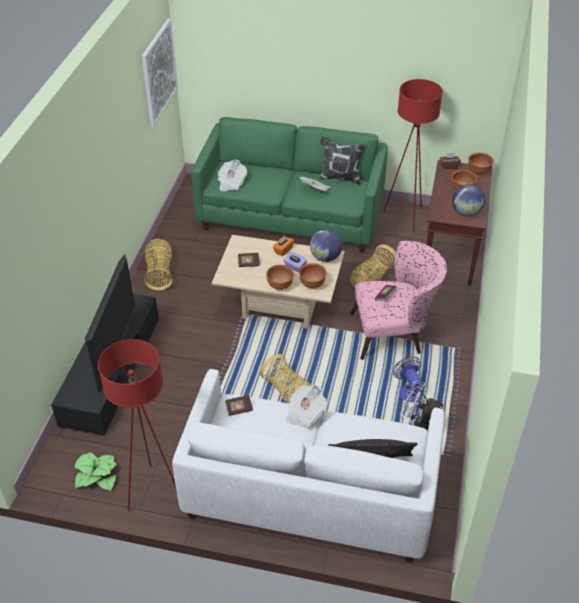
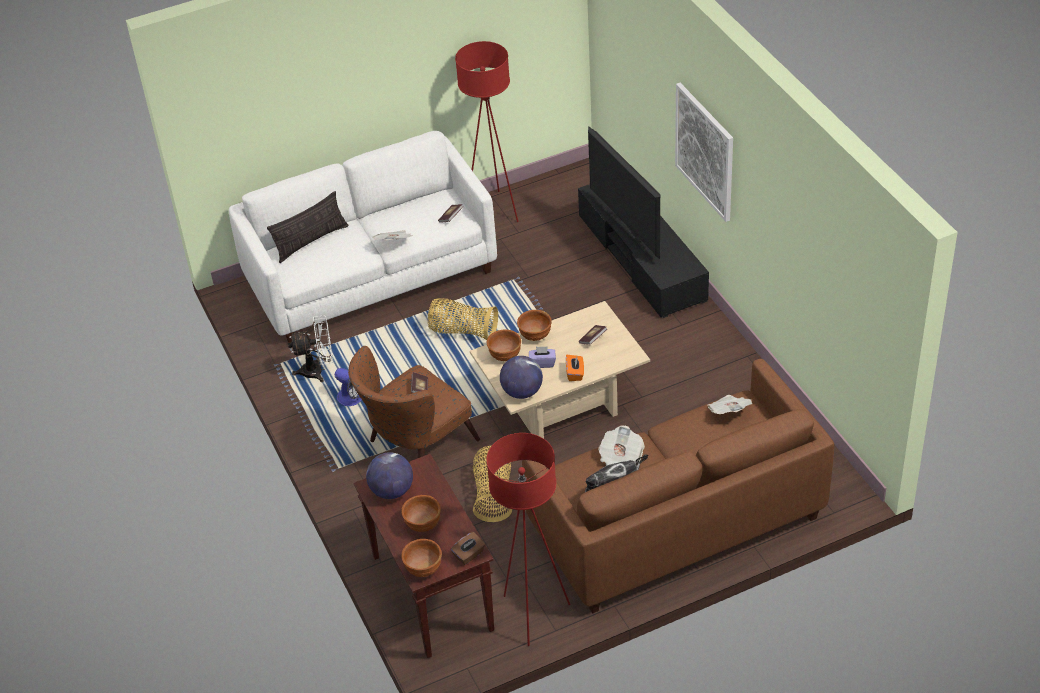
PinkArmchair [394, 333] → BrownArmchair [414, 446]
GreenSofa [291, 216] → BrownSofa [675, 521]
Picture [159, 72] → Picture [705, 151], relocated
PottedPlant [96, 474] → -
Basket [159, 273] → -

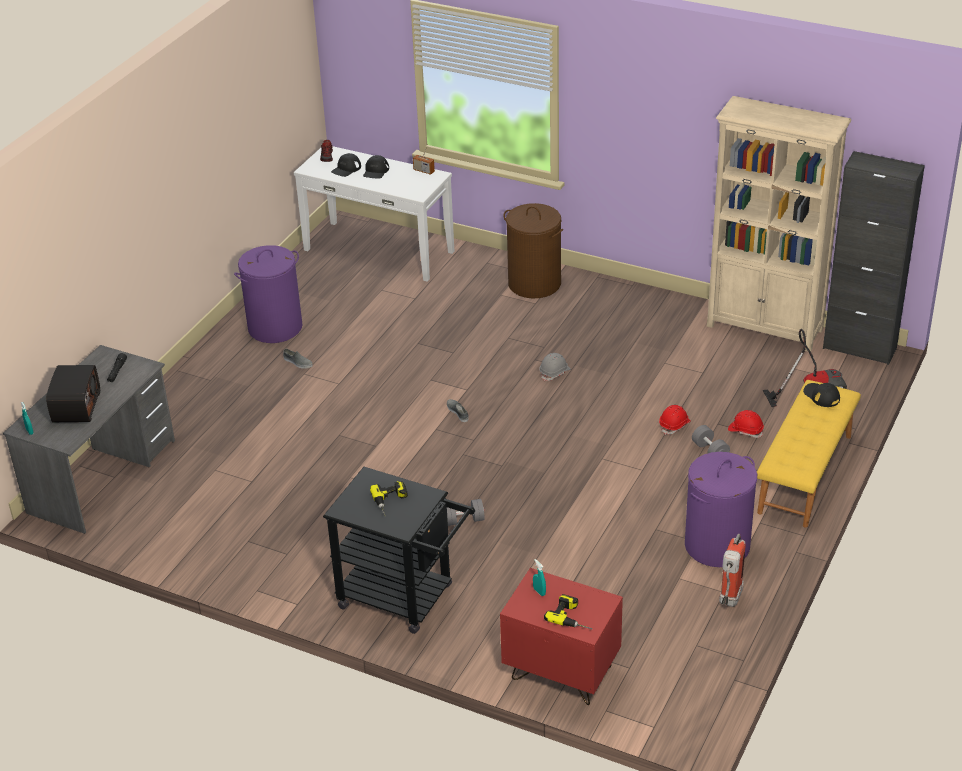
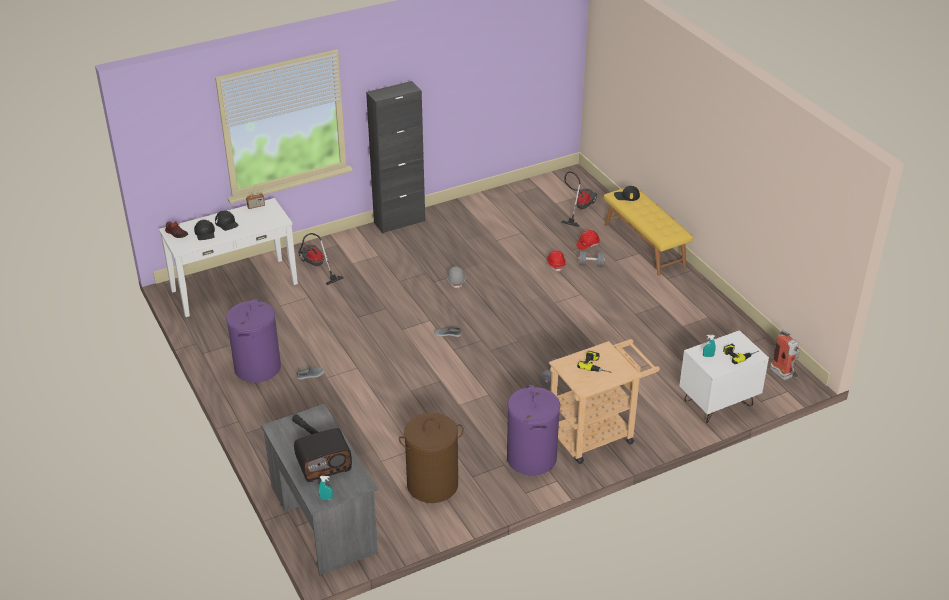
Radio [75, 407] → Radio [324, 465], 120 degrees clockwise
- → VacuumCleaner [315, 266]
BlackCabinet [859, 348] → BlackCabinet [399, 222], relocated
BrownLaundryBasket [534, 284] → BrownLaundryBasket [432, 485], relocated
PurpleLaundryBasket [717, 545] → PurpleLaundryBasket [532, 458], relocated
BlackCart [404, 599] → BeigeCart [597, 433]
RedNightstand [561, 674] → WhiteNightstand [718, 404]
FireExtinguisher [729, 601] → FireExtinguisher [784, 376], relocated
BeigeBookcase [765, 328] → -

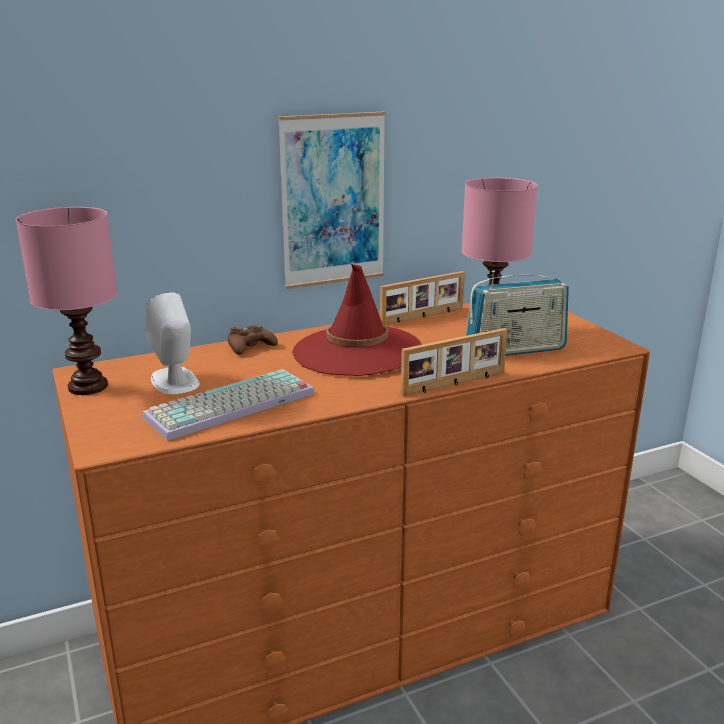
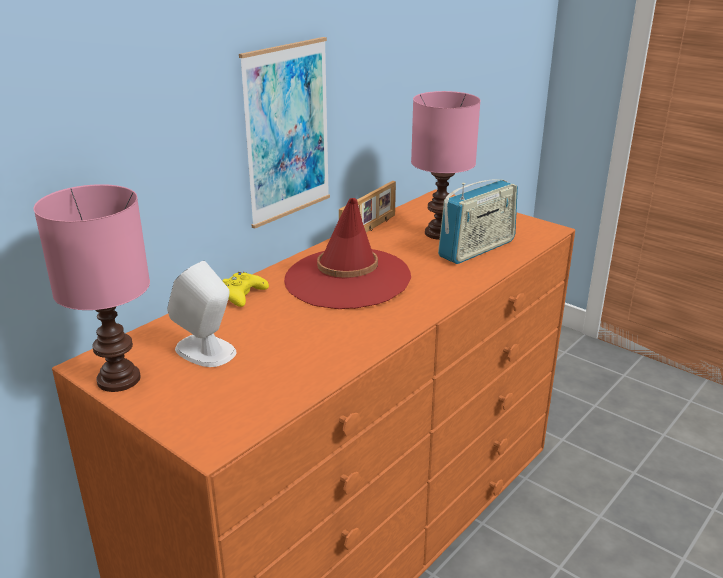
BrownGameController [250, 347] → YellowGameController [242, 295]
Keyboard [230, 407] → -
PictureFrame [455, 384] → -

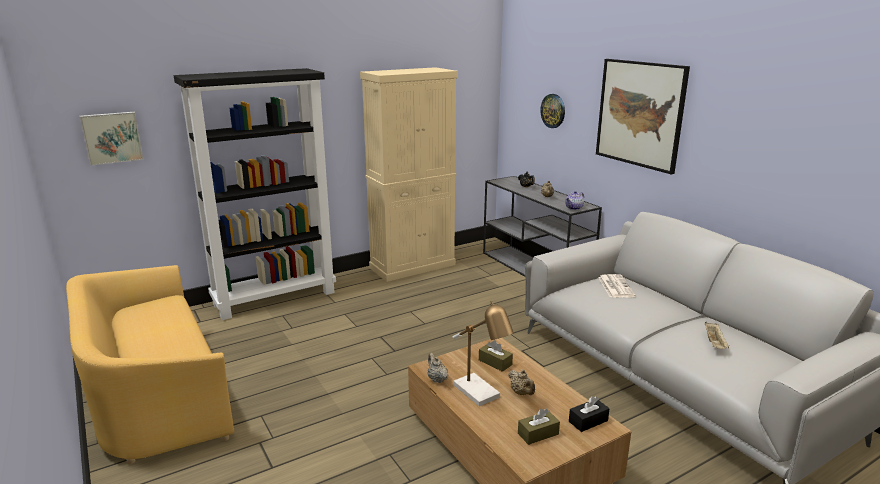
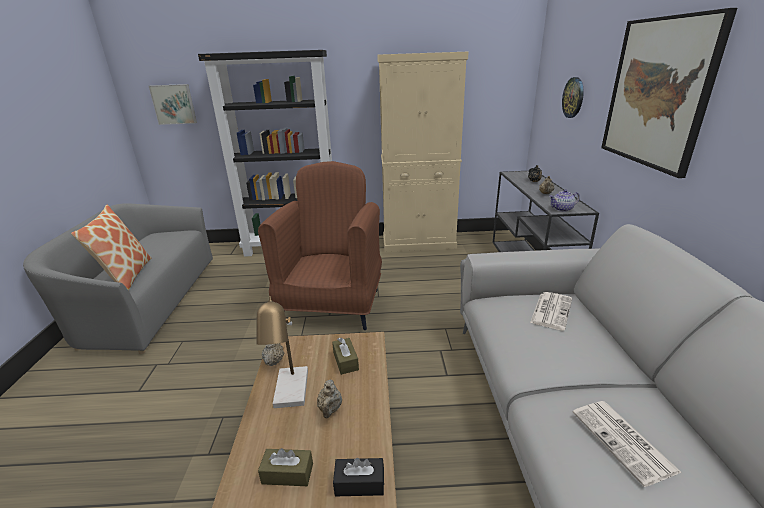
YellowSofa [155, 395] → GreySofa [146, 302]
- → Pillow [126, 276]
- → BrownArmchair [332, 305]
BeigeTray [714, 343] → Newspaper [624, 441]

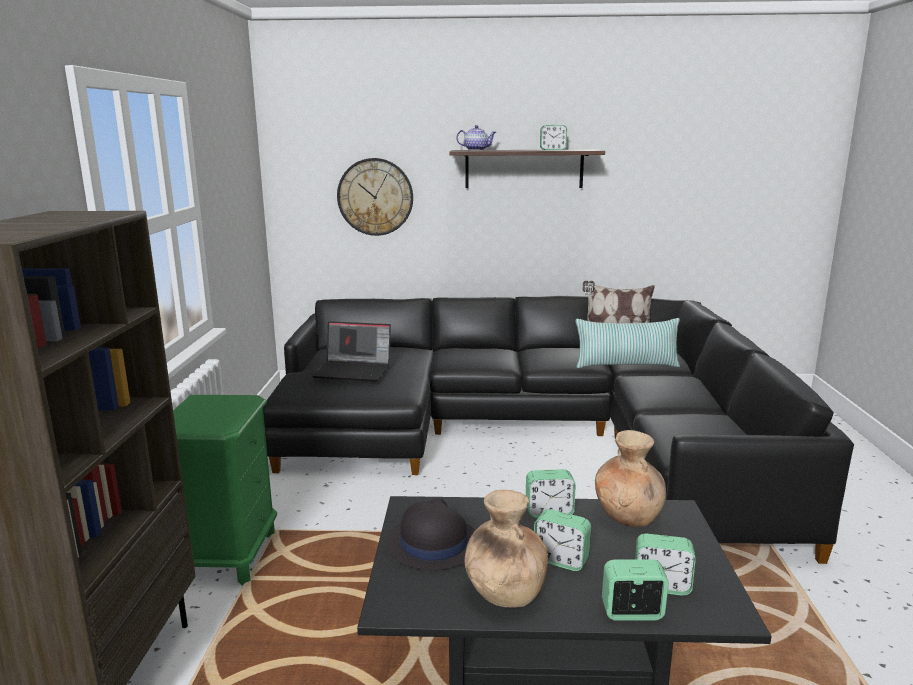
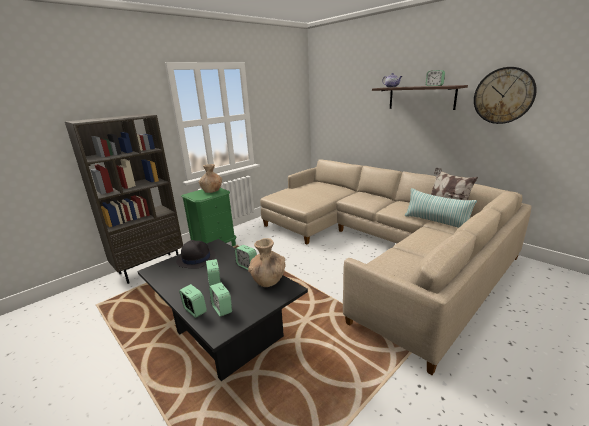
BrownVase [504, 591] → BrownVase [212, 191], relocated
BlackSofa [533, 438] → BeigeSofa [378, 247]
WallClock [375, 197] → WallClock [503, 96], relocated
Laptop [354, 371] → -

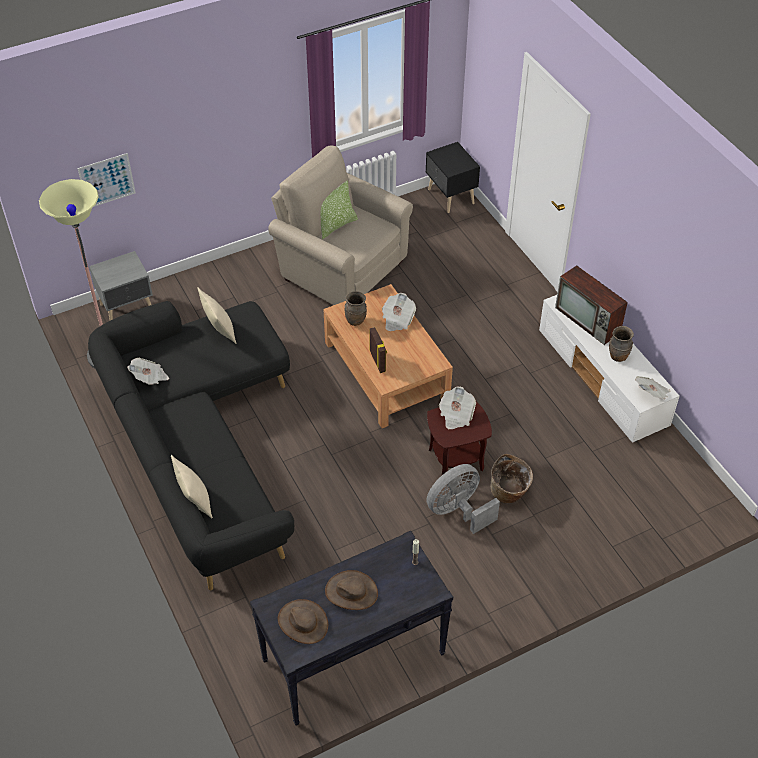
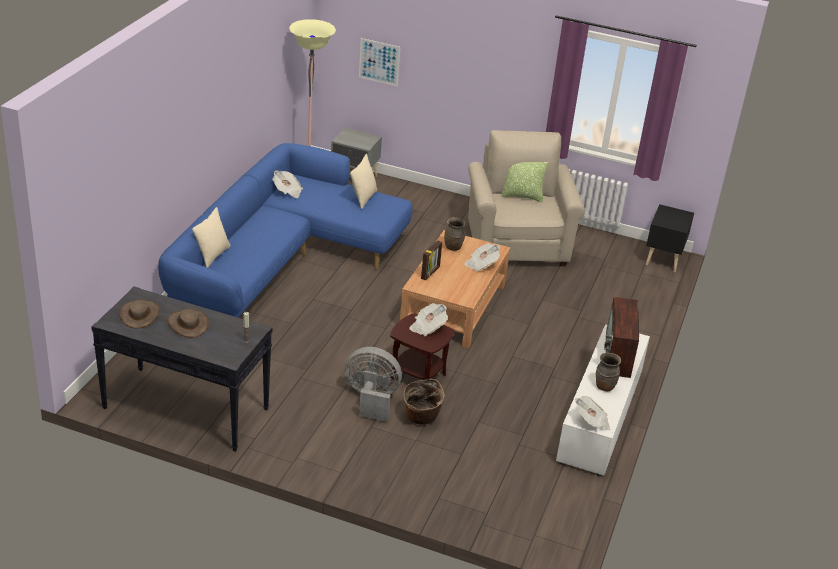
BlackSofa [201, 446] → BlueSofa [282, 260]

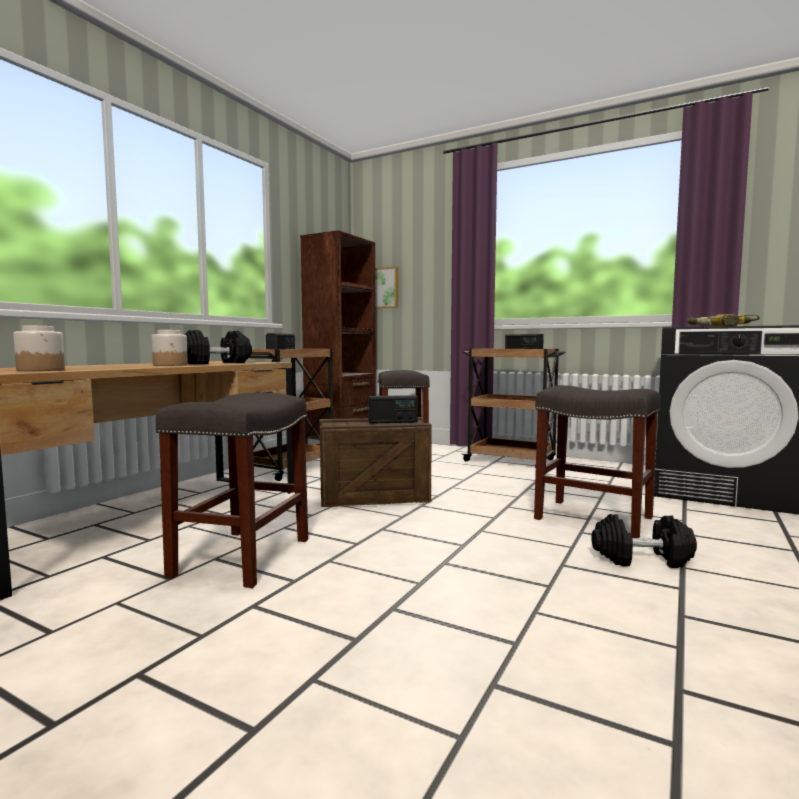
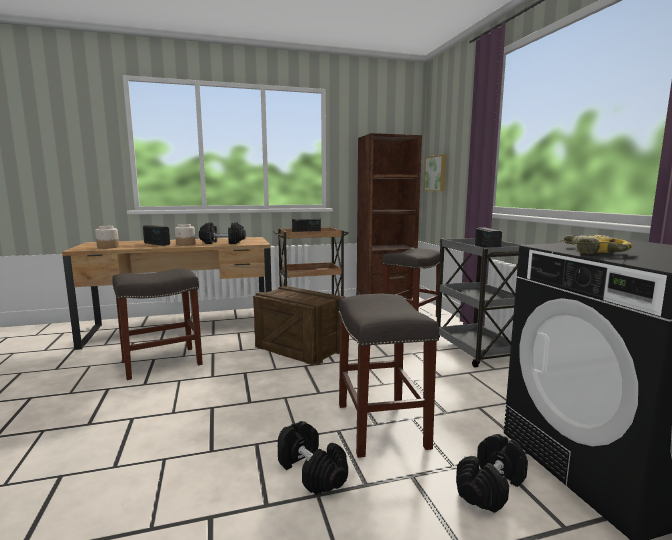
Radio [393, 422] → Radio [156, 244], relocated
BrownCart [511, 461] → GreyCart [475, 351]
- → BlackDumbbell [490, 486]

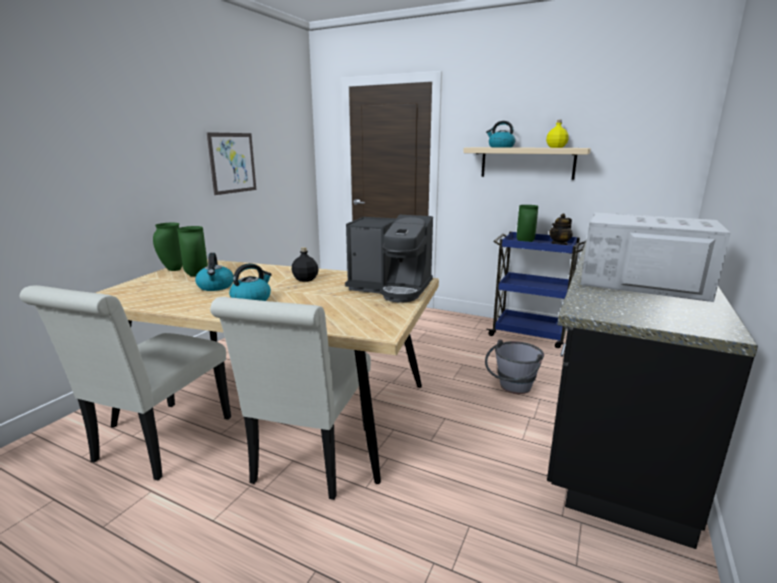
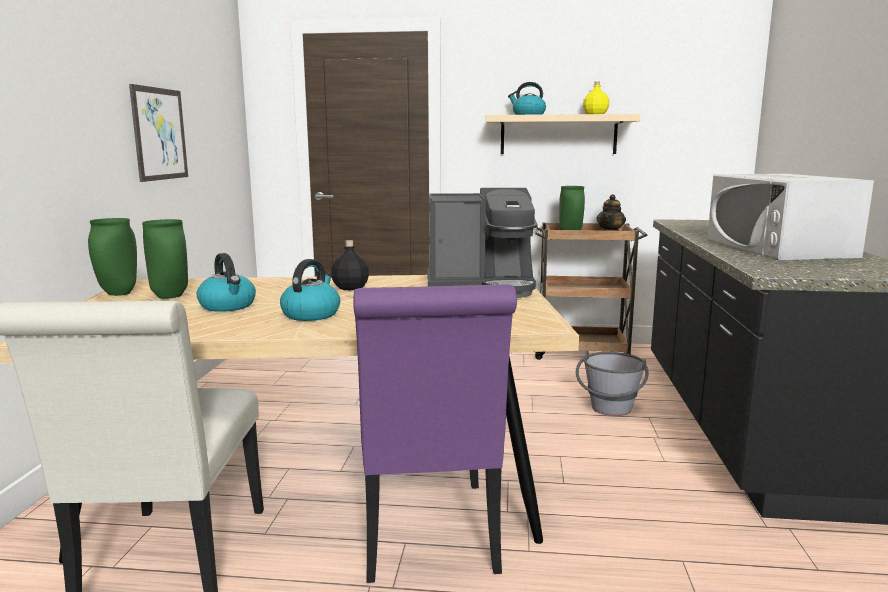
WhiteChair [310, 460] → PurpleChair [429, 537]
BlueCart [530, 334] → BrownCart [582, 352]
WhiteMicrowave [642, 282] → WhiteMicrowave [778, 248], 105 degrees counterclockwise

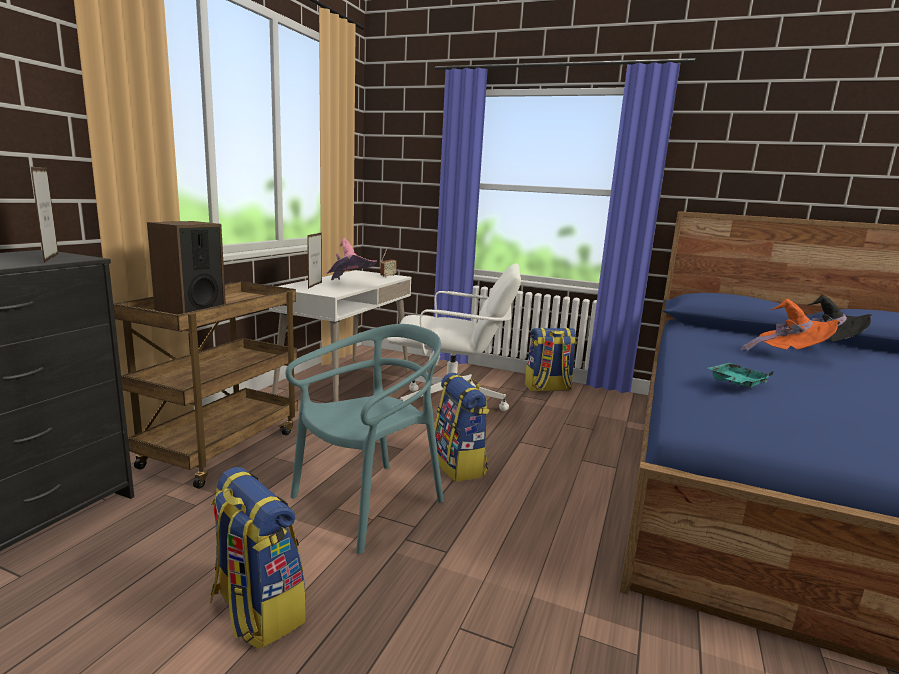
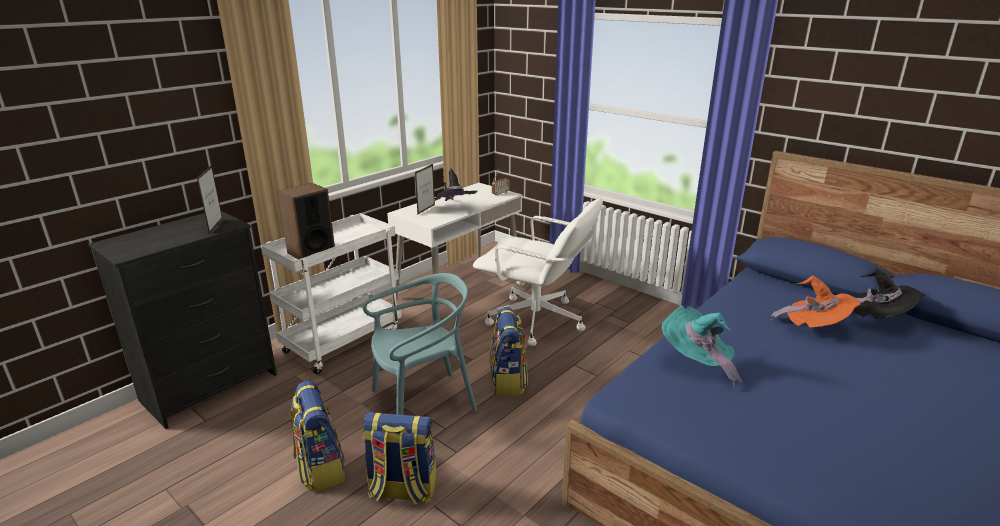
BrownCart [222, 447] → WhiteCart [343, 341]
Backpack [547, 388] → Backpack [402, 490], relocated
PinkHat [349, 285] → BlackHat [454, 209]
TurquoiseTray [736, 383] → TurquoiseHat [696, 362]

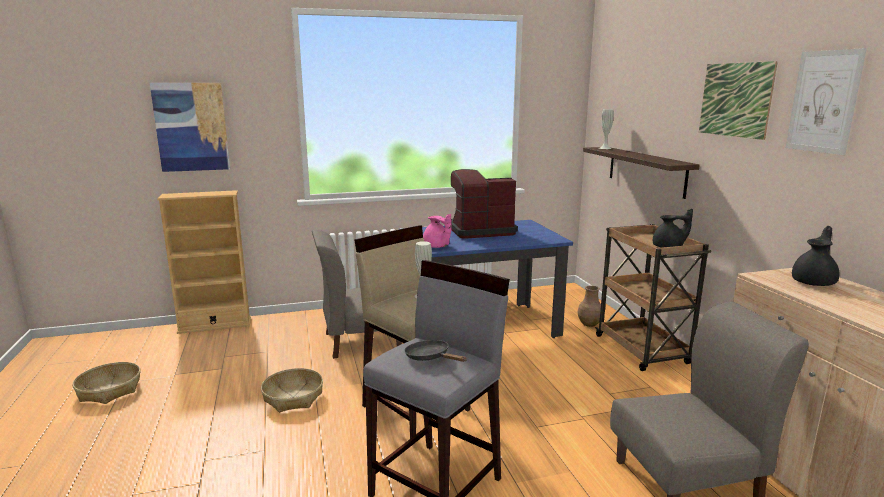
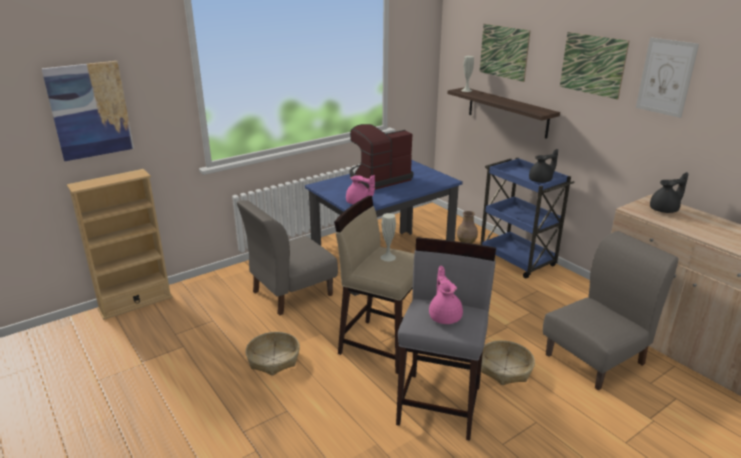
BlackFryingPan [430, 358] → PinkTeapot [445, 316]
- → Picture [504, 52]
BrownCart [642, 350] → BlueCart [517, 260]
Basket [109, 390] → Basket [505, 369], relocated
BlackTeapot [814, 282] → BlackTeapot [665, 210], 45 degrees clockwise

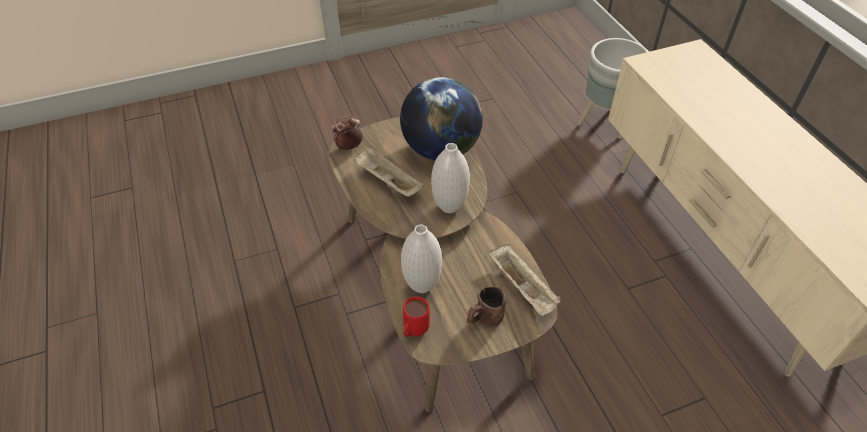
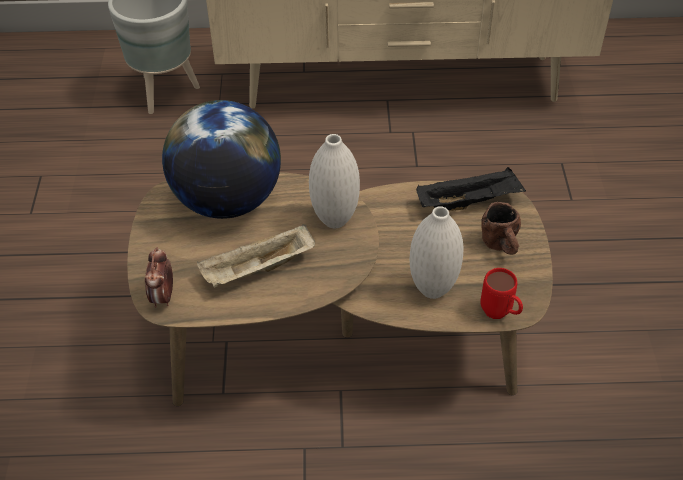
BeigeTray [523, 288] → BlackTray [469, 202]

